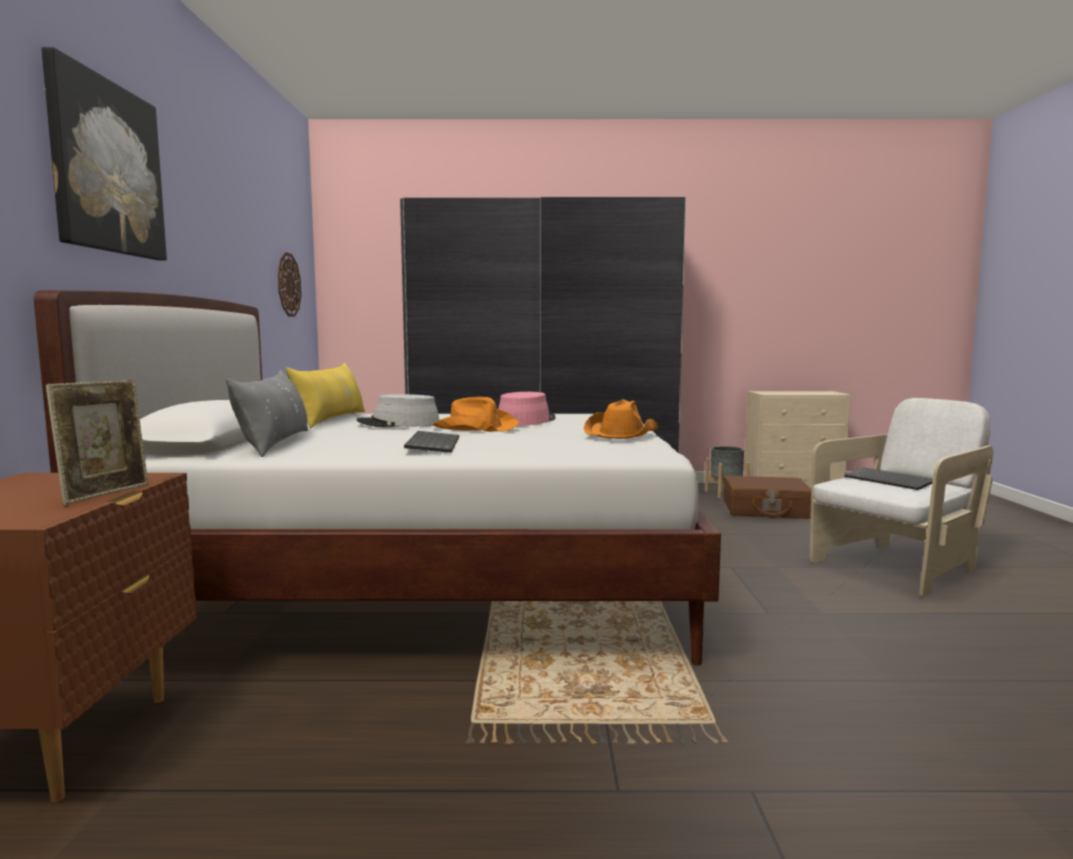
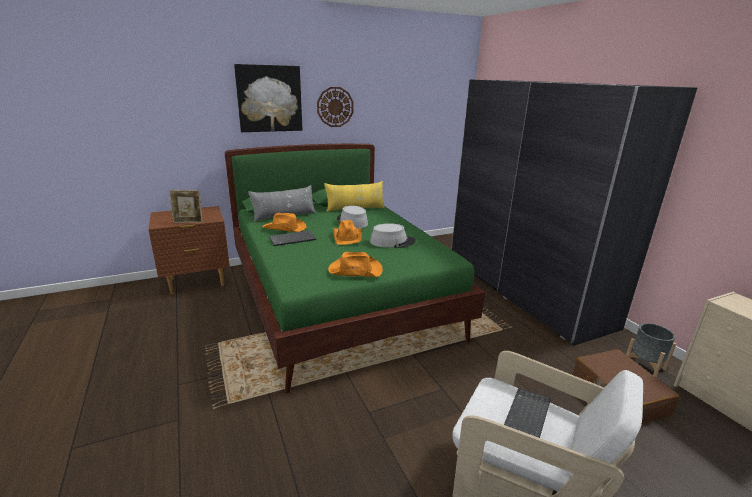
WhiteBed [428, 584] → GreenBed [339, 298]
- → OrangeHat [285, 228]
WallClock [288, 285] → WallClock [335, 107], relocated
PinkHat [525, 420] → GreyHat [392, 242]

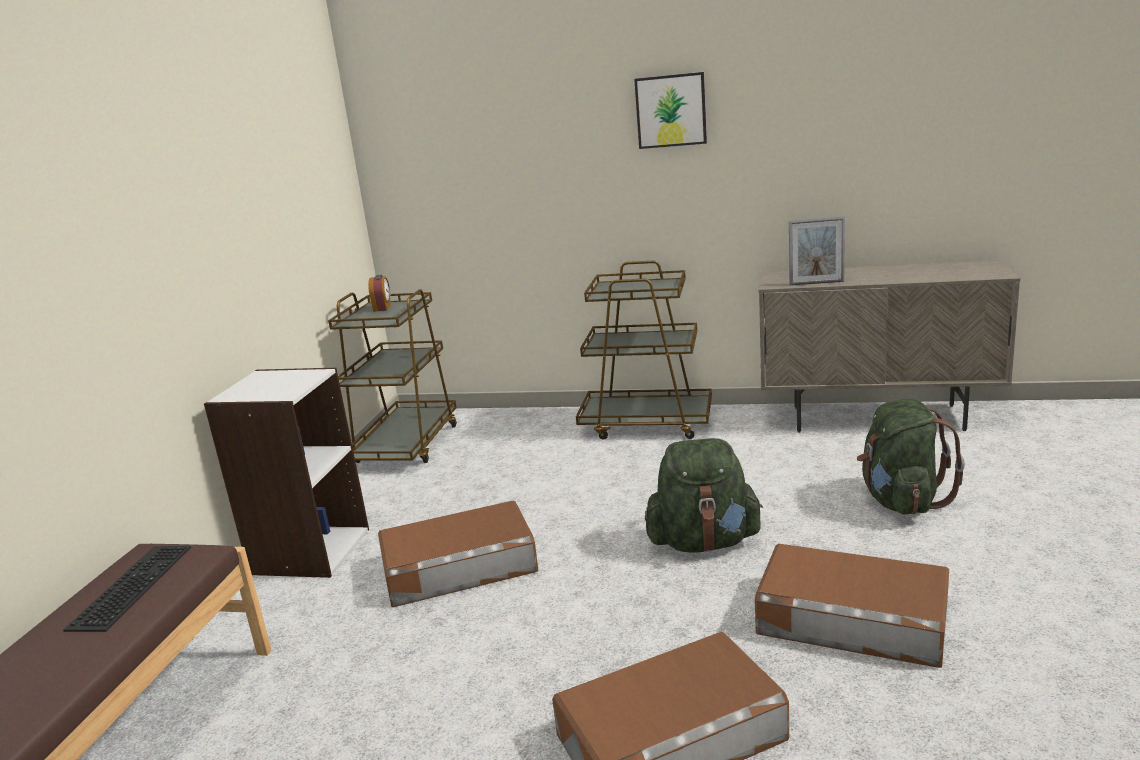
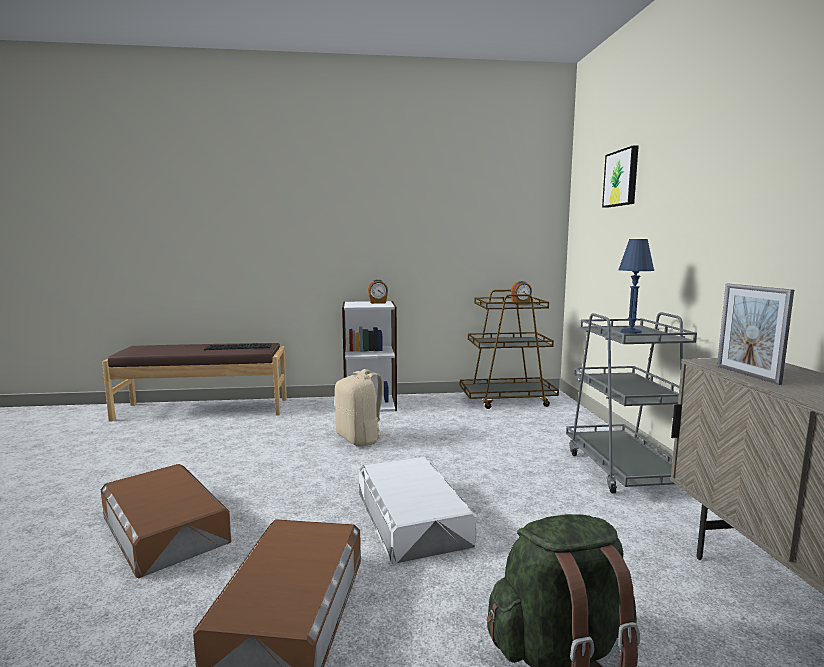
BrownStorageBox [459, 566] → BeigeBackpack [360, 439]
GreenBackpack [704, 542] → WhiteStorageBox [412, 518]
- → AlarmClock [378, 303]
BrownCart [647, 424] → GreyCart [623, 469]
Picture [671, 110] → Picture [622, 178], relocated
- → BlueTableLamp [631, 333]

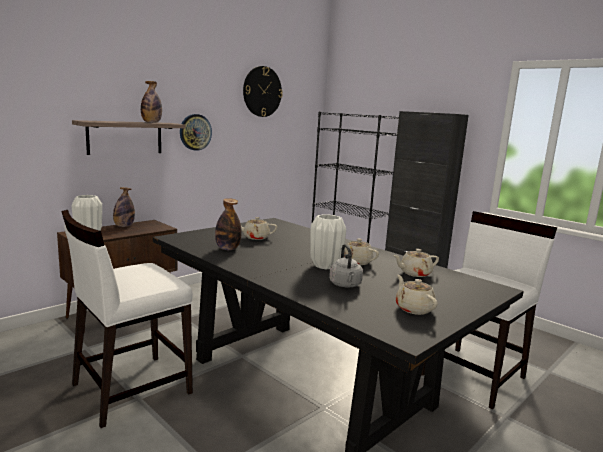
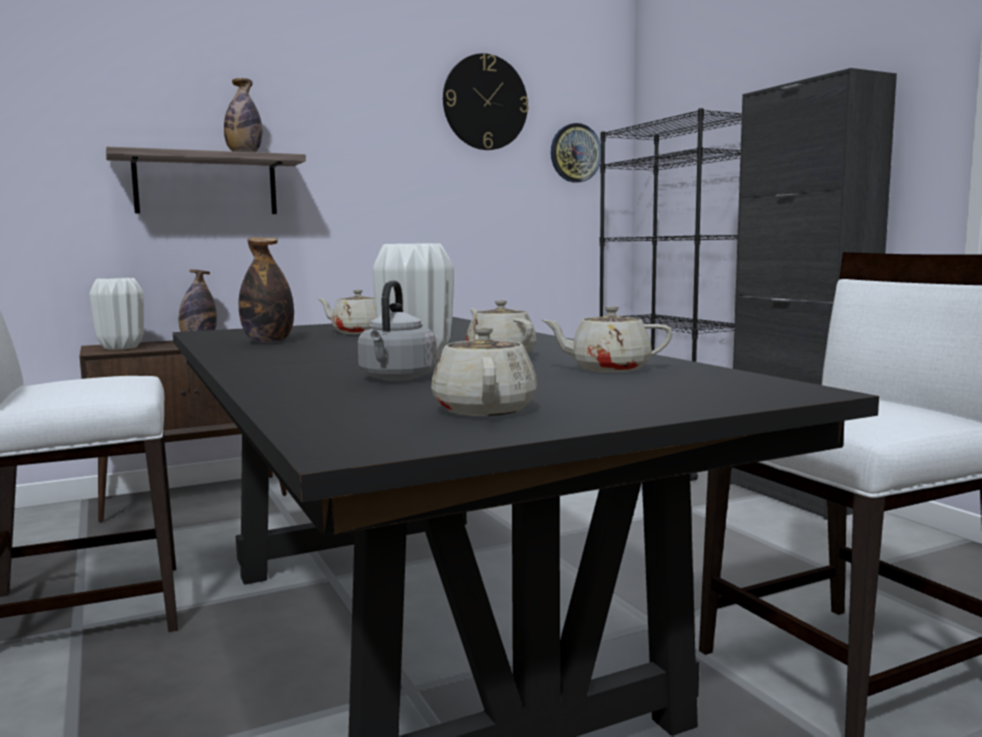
WallClock [195, 132] → WallClock [575, 153], relocated

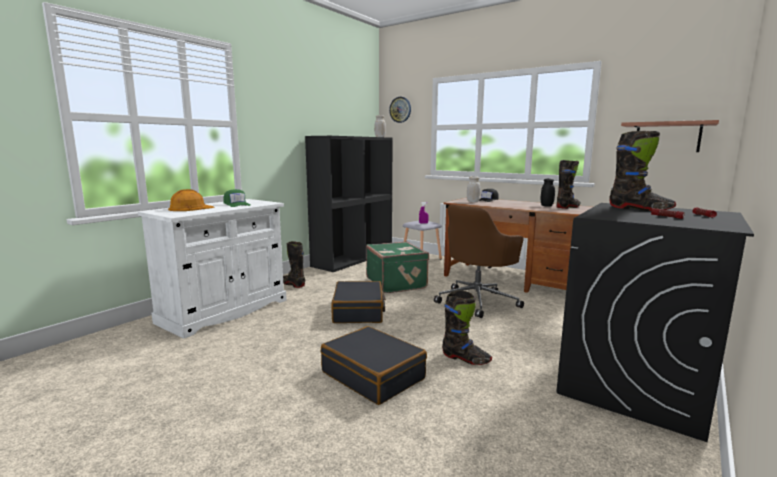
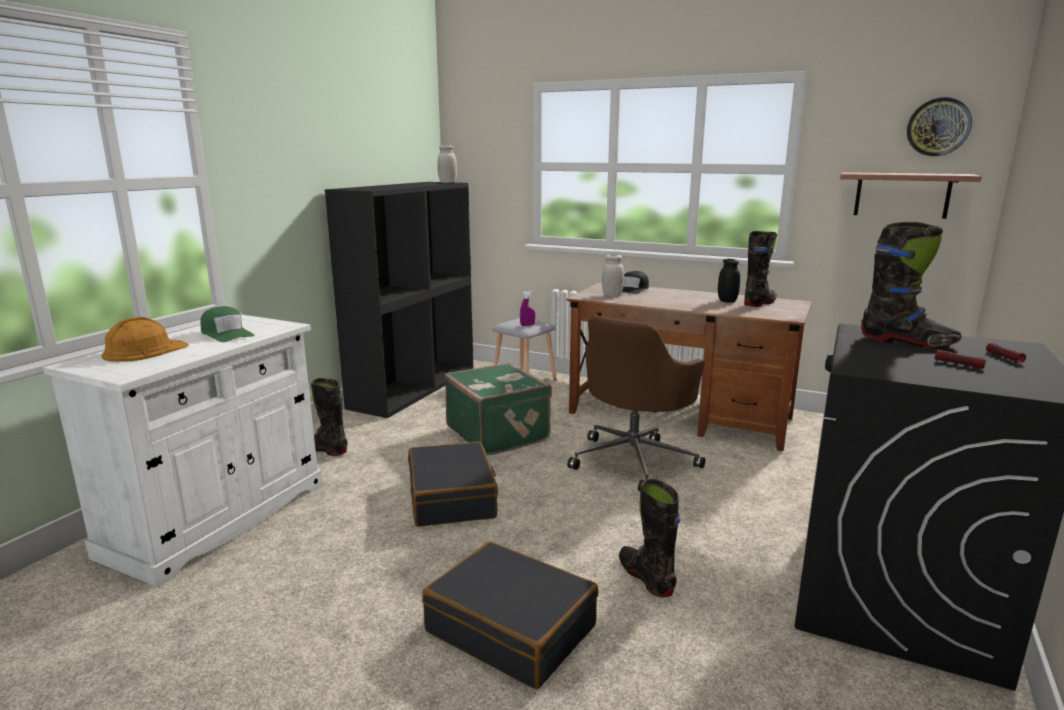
BlackBoot [465, 359] → BlackBoot [646, 577], 135 degrees counterclockwise
WallClock [400, 109] → WallClock [938, 127], relocated

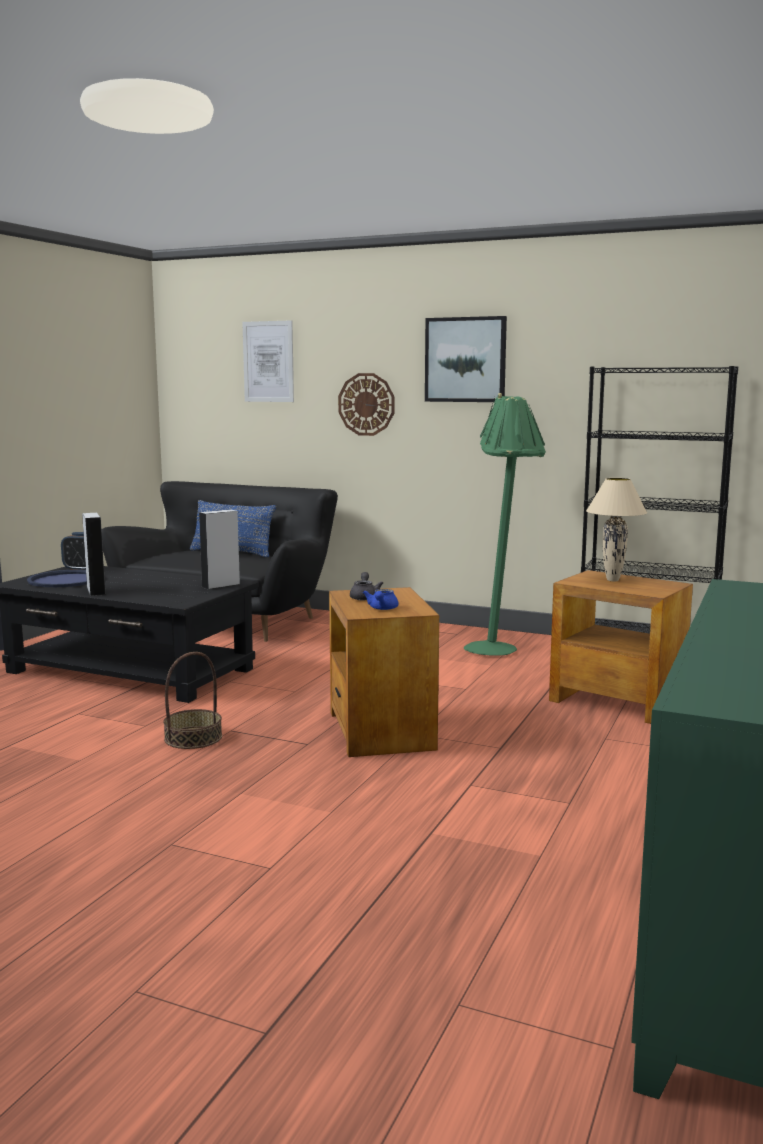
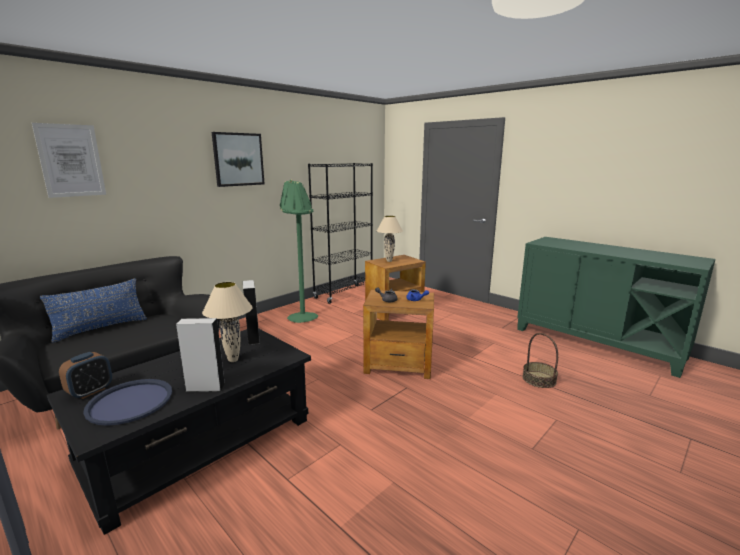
- → BeigeTableLamp [233, 360]
Basket [193, 738] → Basket [539, 379], relocated
WallClock [366, 404] → -

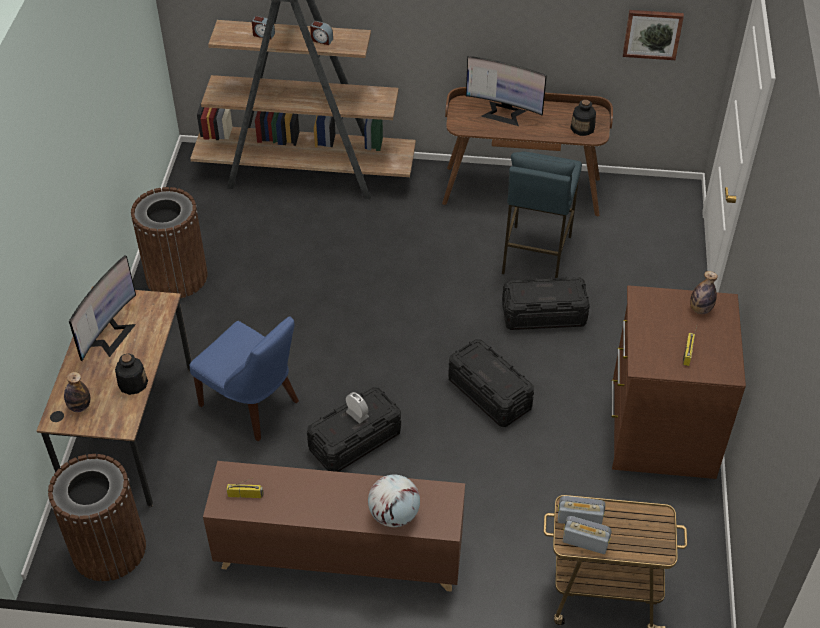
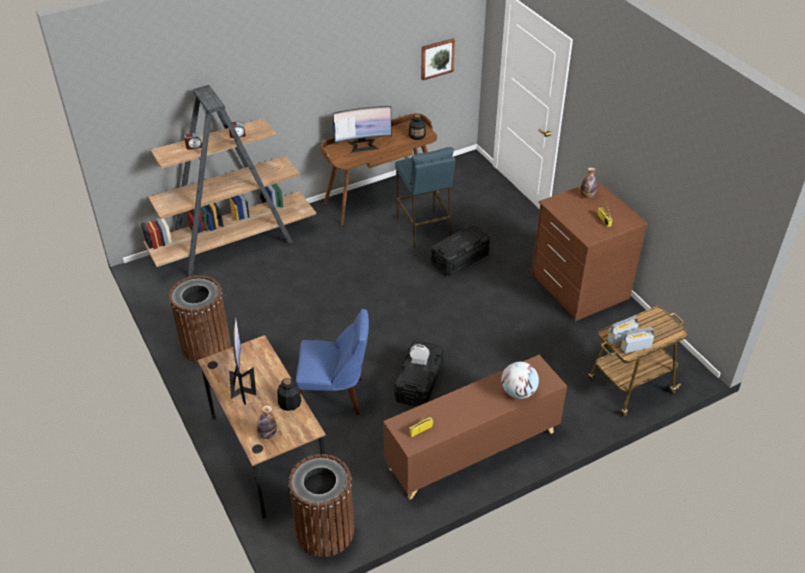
BlackStorageBox [489, 393] → -

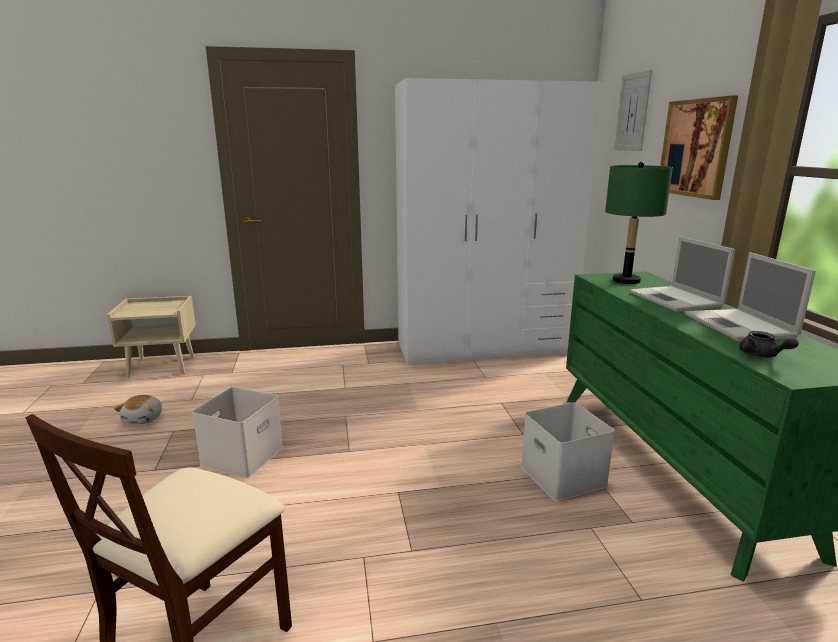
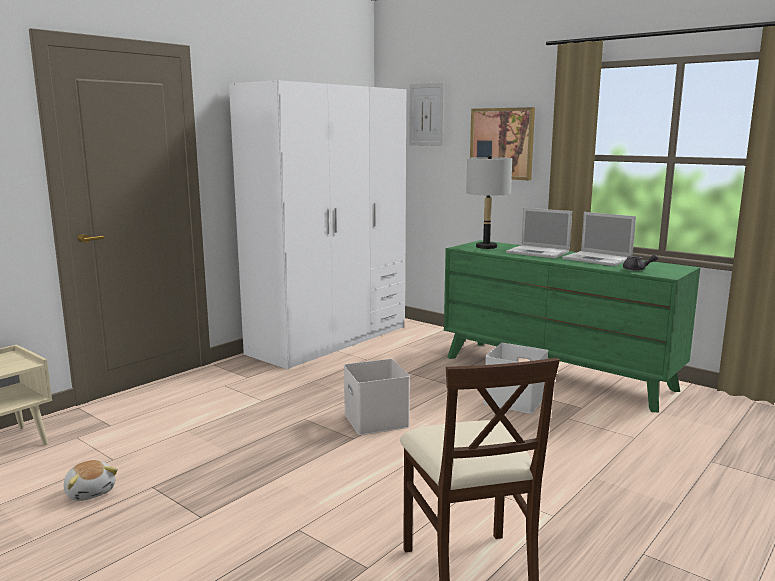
WhiteStorageBox [242, 457] → WhiteStorageBox [377, 420], relocated
GreenTableLamp [626, 281] → GreyTableLamp [486, 247]

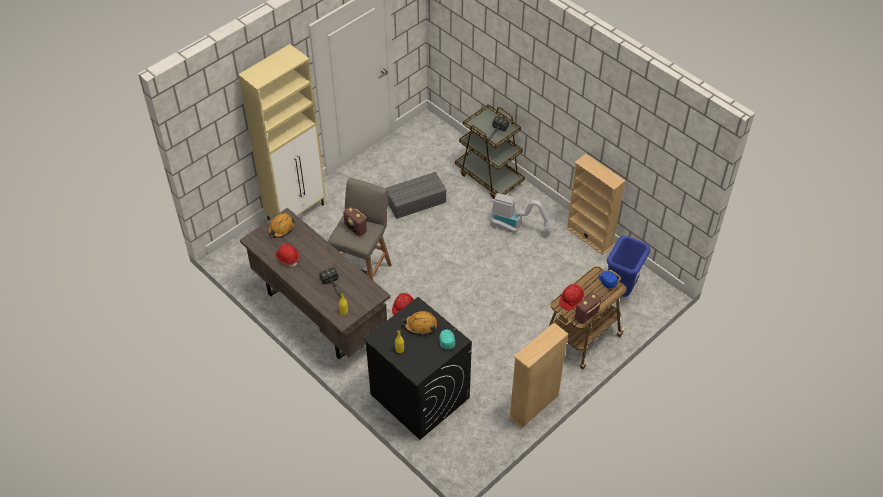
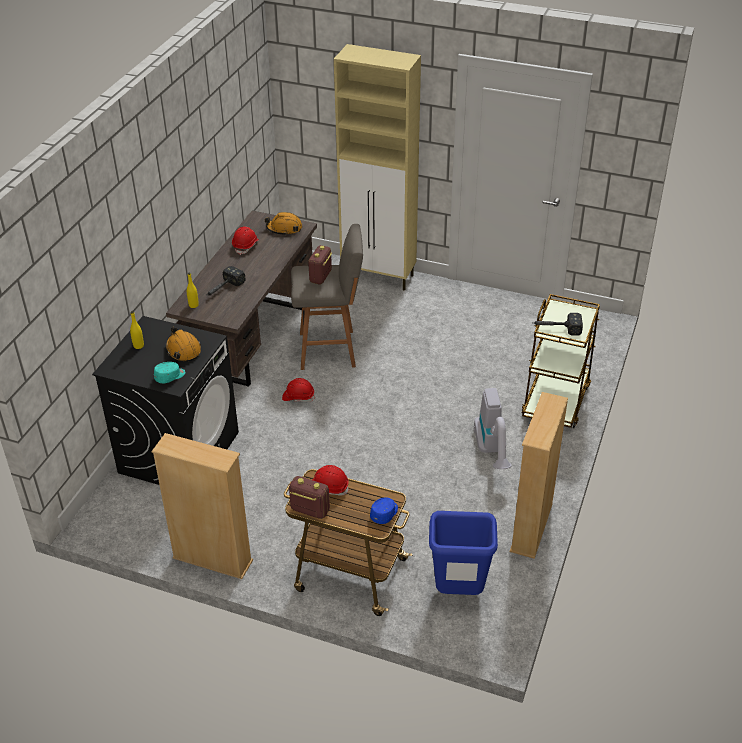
GreyStorageBox [416, 200] → -

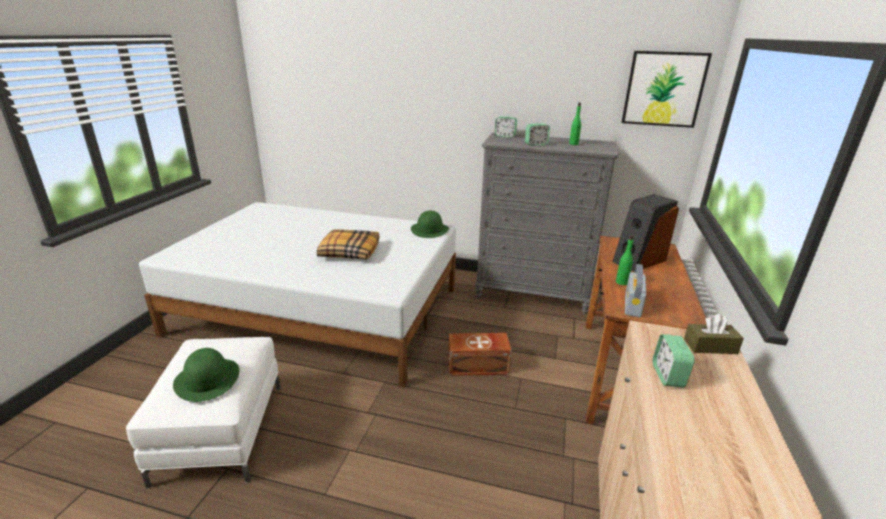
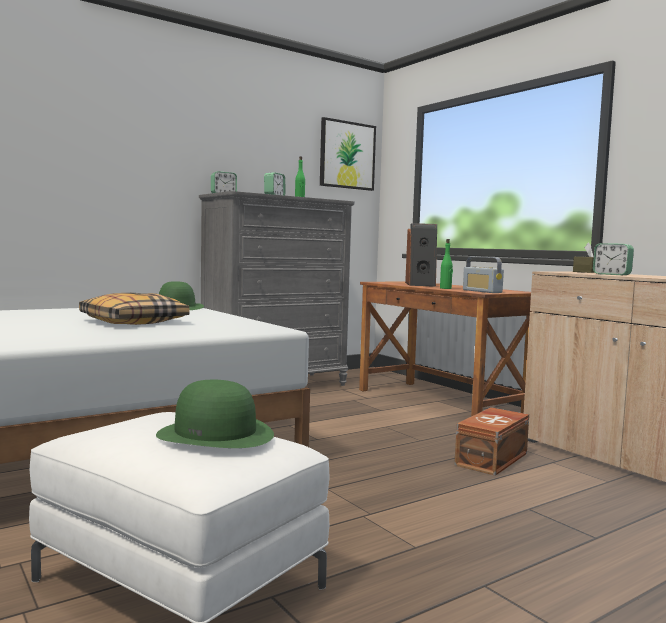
BrownStorageBox [478, 366] → BrownStorageBox [493, 459], relocated

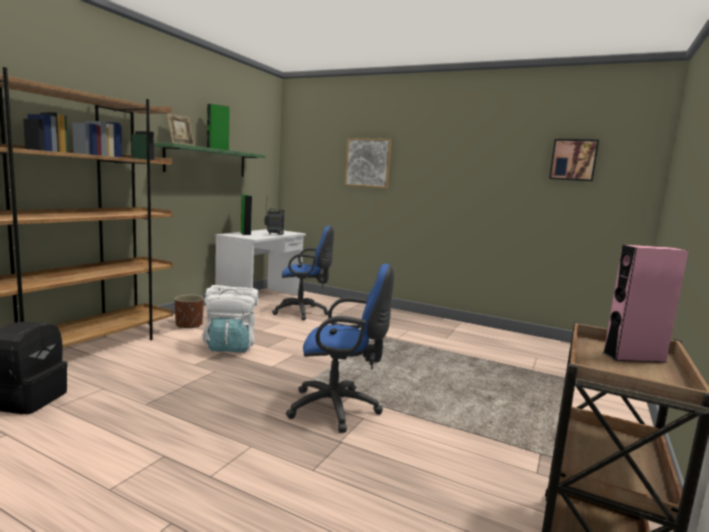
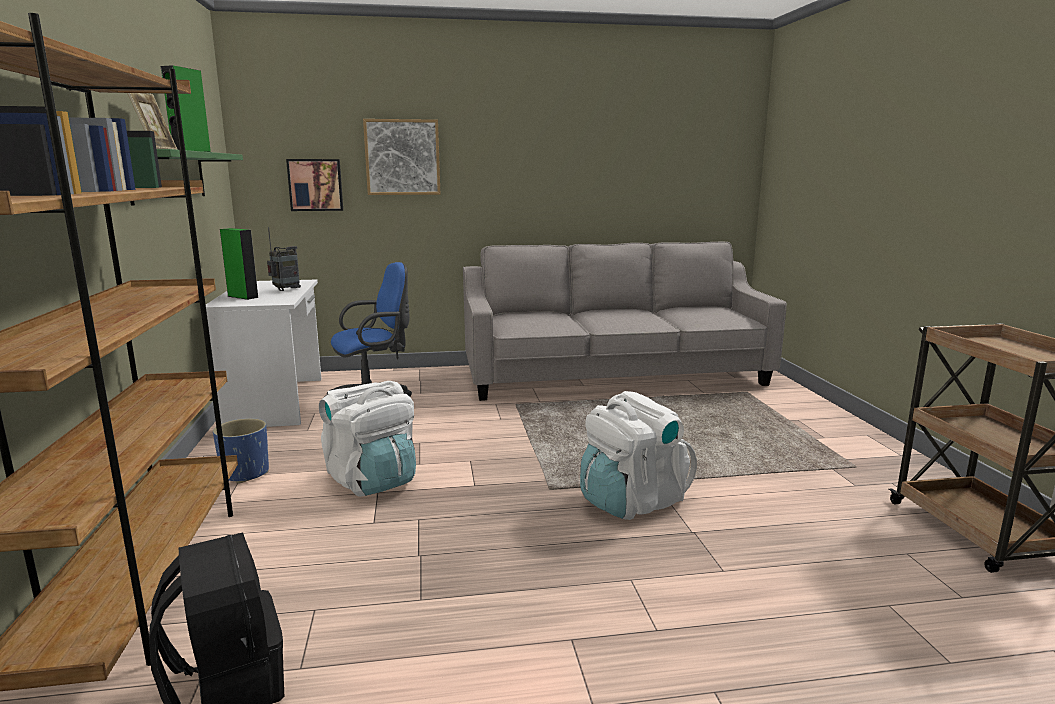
BrownPlanter [189, 325] → BluePlanter [244, 473]
Picture [573, 160] → Picture [315, 185], relocated
- → GreySofa [615, 377]
BlueOfficeChair [339, 409] → WhiteBackpack [632, 501]
PinkSpeaker [634, 357] → -

